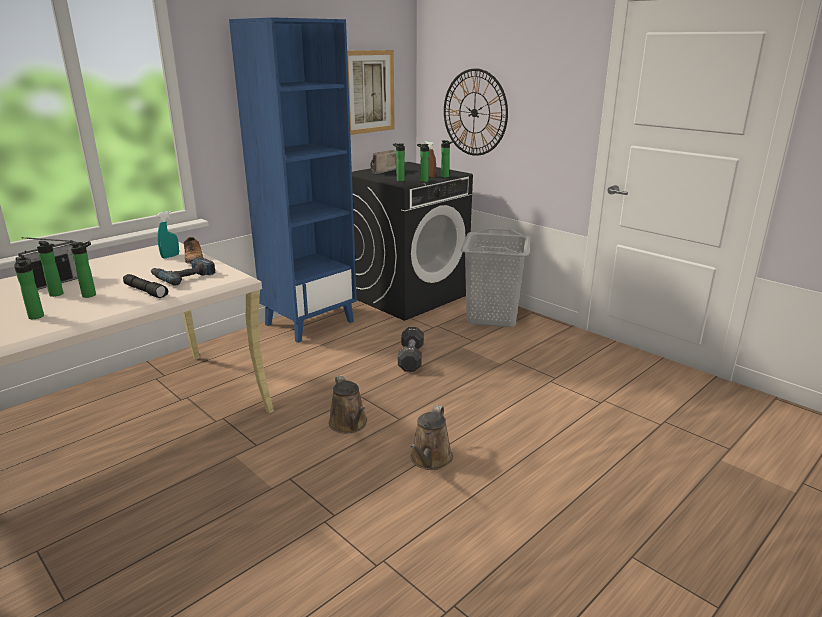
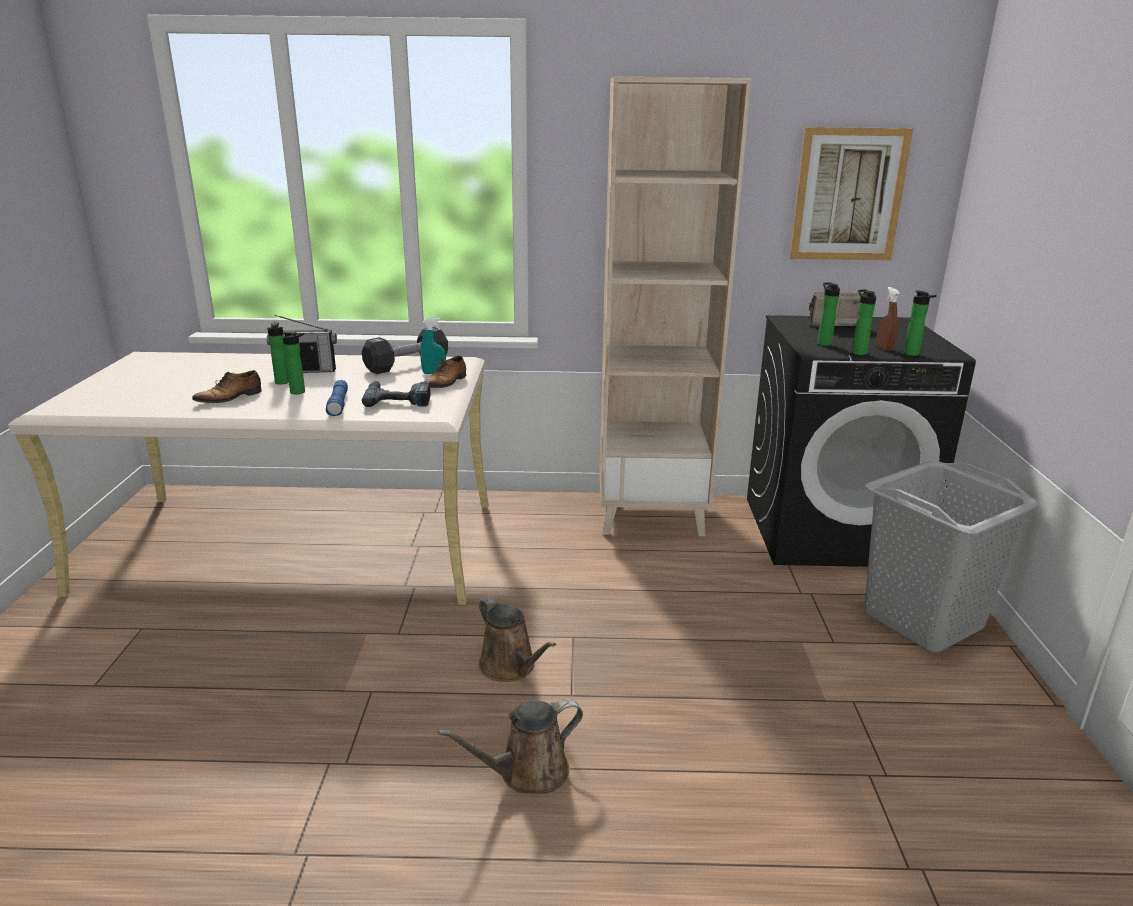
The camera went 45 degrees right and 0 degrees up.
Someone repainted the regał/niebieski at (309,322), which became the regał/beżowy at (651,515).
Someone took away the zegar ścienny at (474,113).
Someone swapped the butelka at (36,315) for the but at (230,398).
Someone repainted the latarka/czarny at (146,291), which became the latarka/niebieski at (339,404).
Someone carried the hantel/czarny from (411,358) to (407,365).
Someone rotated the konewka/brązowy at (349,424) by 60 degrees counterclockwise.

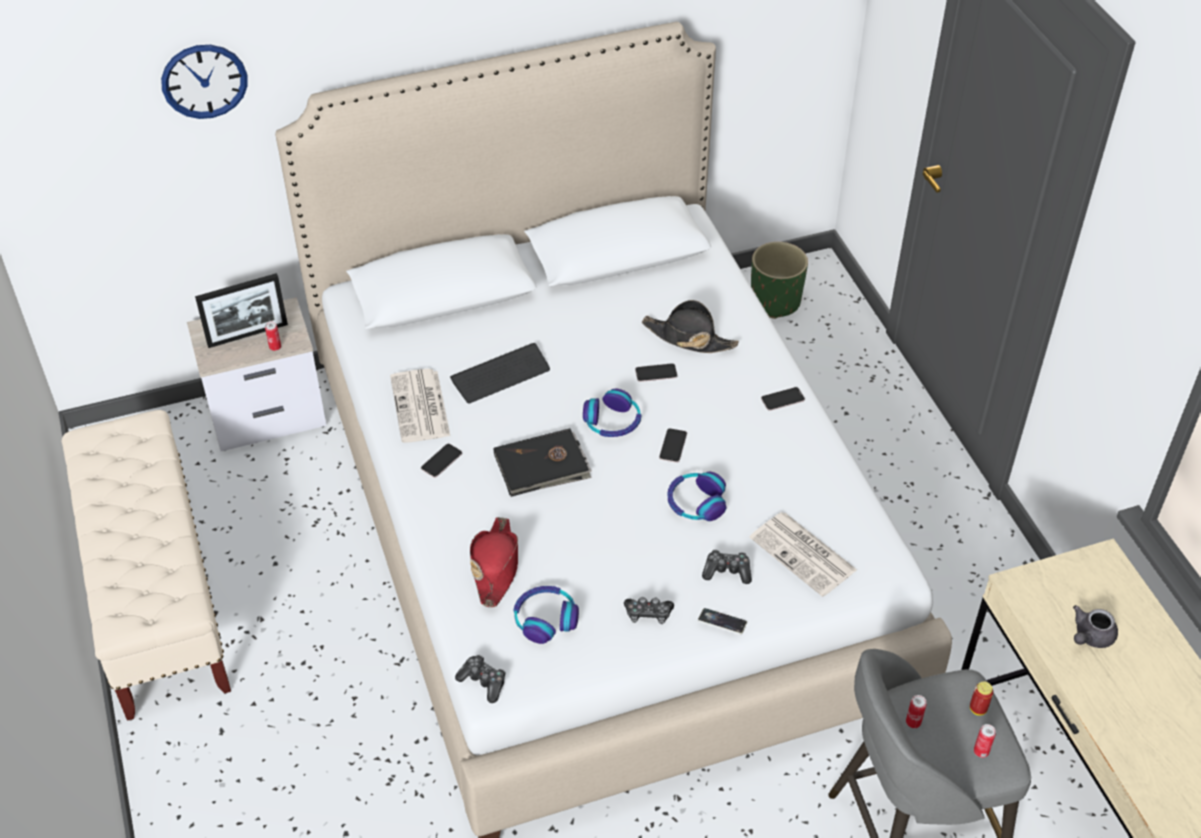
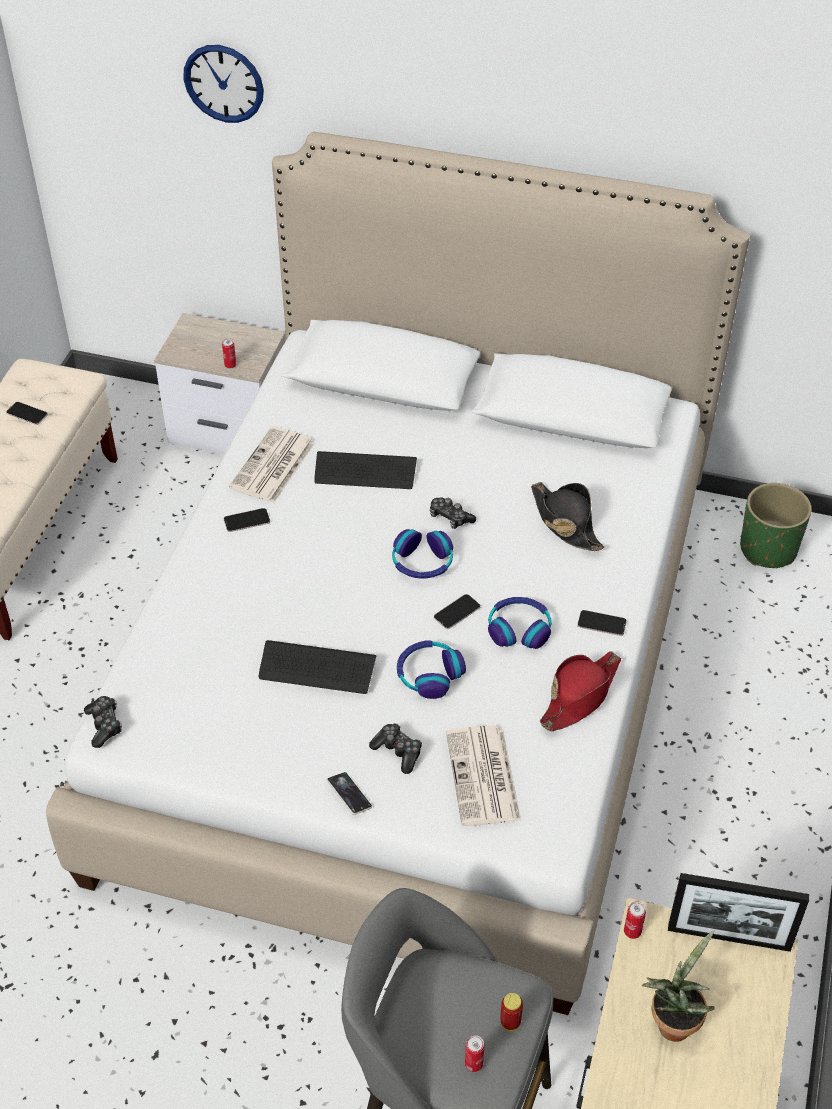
The camera went 35 degrees right and 0 degrees up.
Someone carried the ramka na zdjęcie from (247,335) to (729,938).
Someone carried the telefon from (656,373) to (27,414).
Someone took away the książka/czarny at (542,466).
Someone carried the kapelusz/czerwony from (495,566) to (580,696).
Someone carried the słuchawki from (545,619) to (519,629).
Someone carried the pad do gier from (648,614) to (450,517).
Someone swapped the imbryk/szary at (1090,636) for the roślina doniczkowa at (673,1021).
Someone carried the puszka from (913,722) to (632,931).
Someone put down the klawiatura at (317,669).

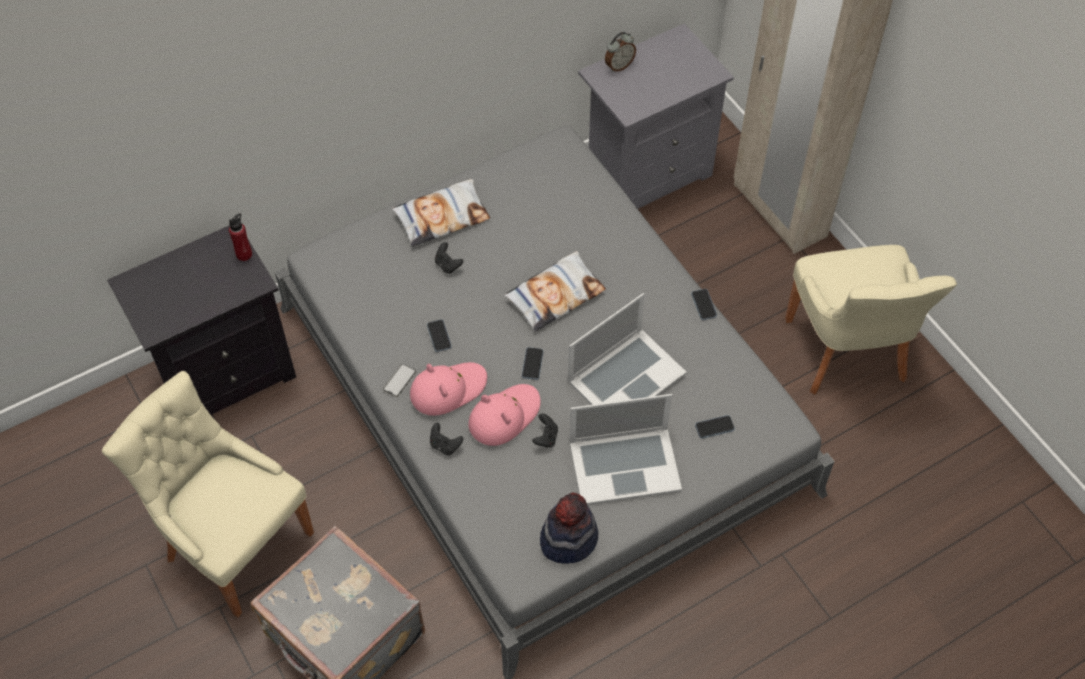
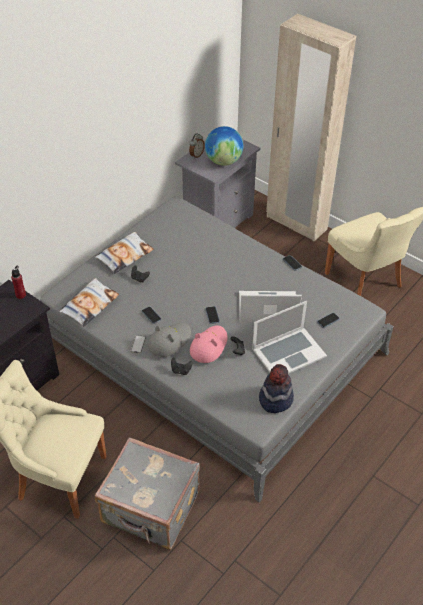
The camera went 20 degrees left and 10 degrees down.
Someone carried the poduszka from (555,295) to (90,305).
Someone rotated the laptop at (626,376) by 120 degrees counterclockwise.
Someone repainted the kapelusz/różowy at (448,389), which became the kapelusz/szary at (169,341).
Someone put down the globus at (223,161).

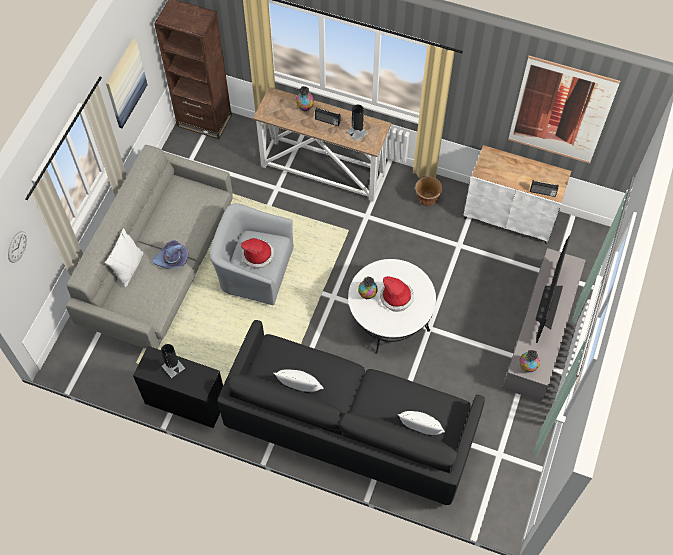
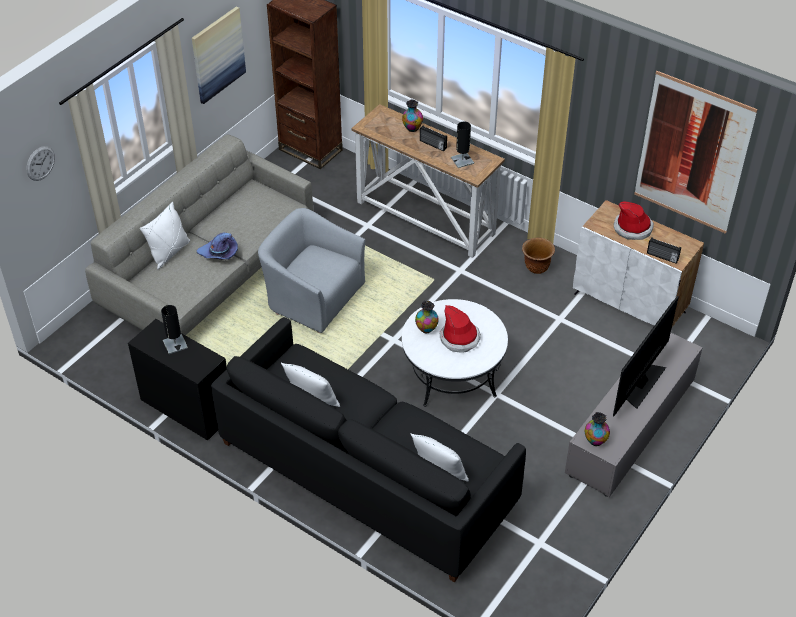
The camera went 15 degrees right and 15 degrees down.
Someone carried the kapelusz from (258,255) to (633,228).

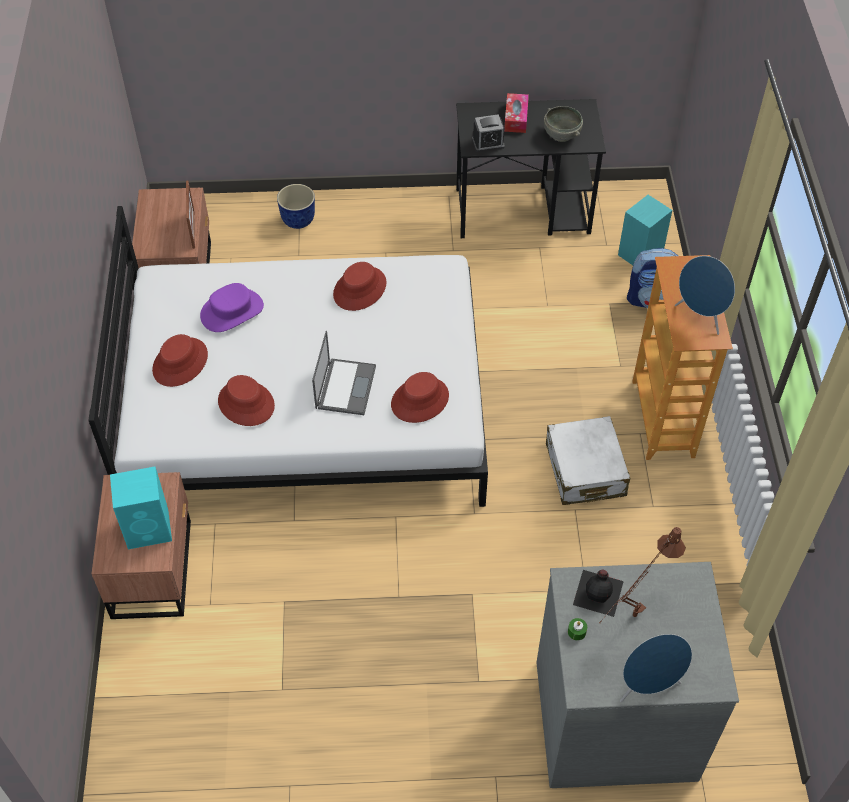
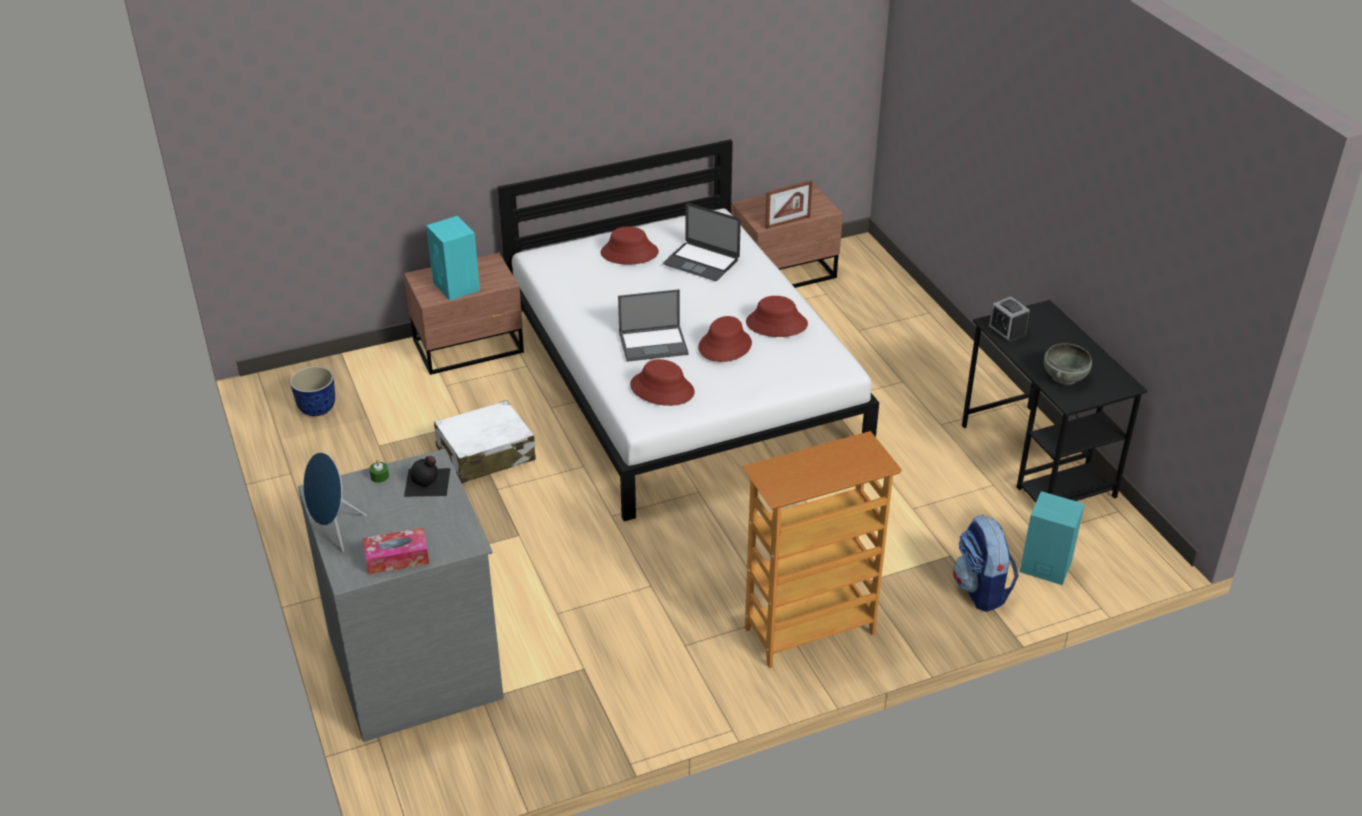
The camera went 70 degrees right and 15 degrees down.
Someone carried the pudełko chusteczek from (516,118) to (397,558).
Someone carried the donica from (299,220) to (317,409).
Someone took away the głośnik/niebieski at (700,317).
Someone swapped the kapelusz/fioletowy at (232,311) for the laptop at (701,262).
Someone carried the kapelusz/czerwony from (246,403) to (724,346).
Someone carried the walizka/biały from (585,470) to (485,454).
Someone took away the lampa stołowa/brązowy at (629,620).

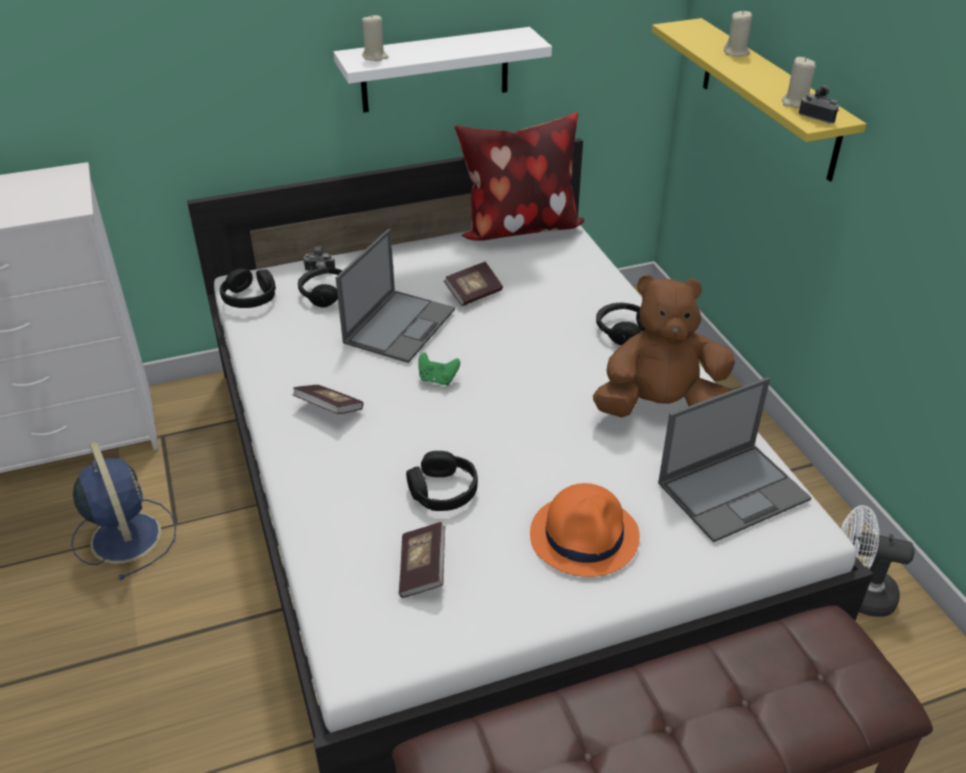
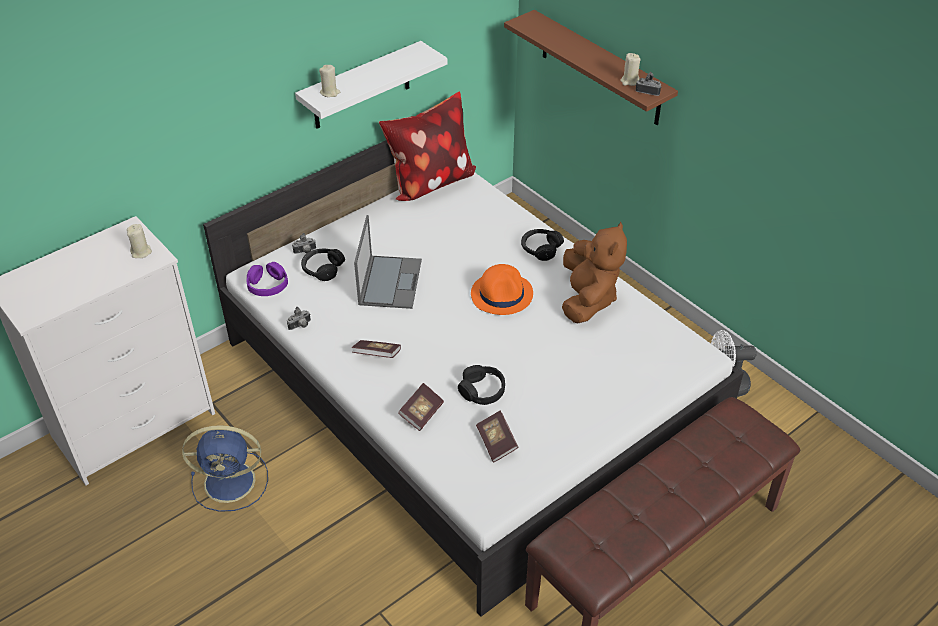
The camera went 20 degrees left and 5 degrees up.
Someone carried the świeca/beżowy from (736,52) to (141,252).
Someone repainted the półka/żółty at (768,98), which became the półka/brązowy at (600,68).
Someone carried the książka from (473,294) to (421,413).
Someone repainted the słuchawki/czarny at (250,297), which became the słuchawki/fioletowy at (267,285).
Someone rotated the pluszak/brązowy at (660,407) by 120 degrees clockwise.
Someone took away the pad do gier/zielony at (437,379).
Someone took away the laptop at (734,490).
Someone rotated the wentylator/niebieski at (125,535) by 135 degrees clockwise.
Someone carried the kapelusz/pomarańczowy from (585,536) to (502,294).
Someone put down the aparat fotograficzny at (300,326).

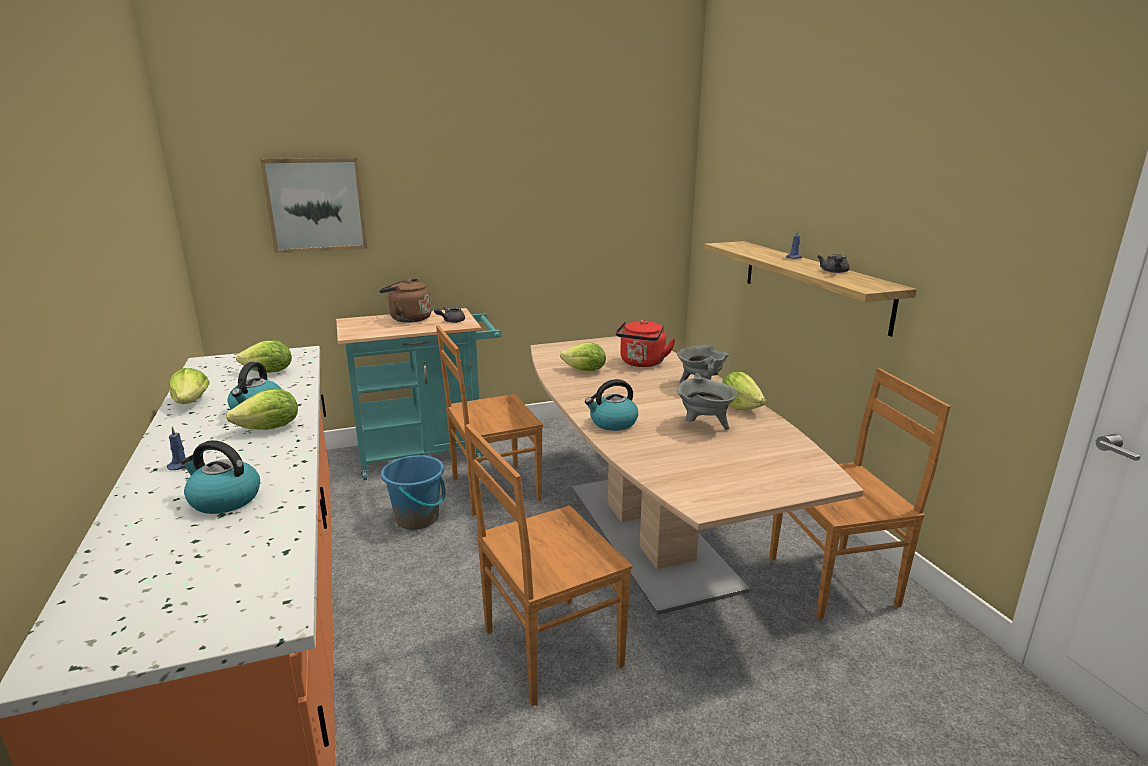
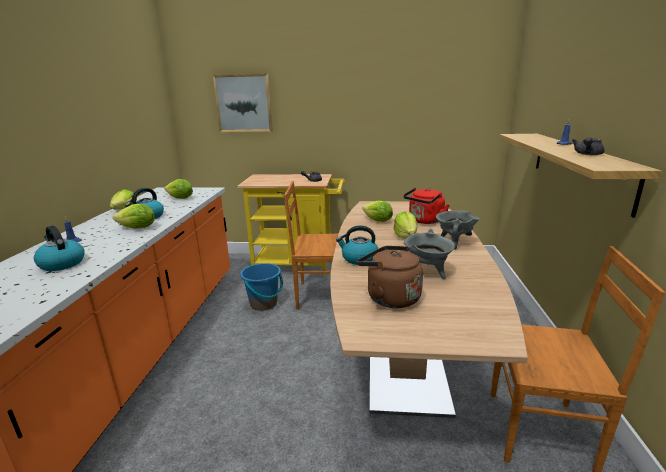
The camera went 25 degrees right and 0 degrees up.
Someone carried the czajnik/brązowy from (408,319) to (390,297).
Someone repainted the wózek/turkusowy at (428,454), which became the wózek/żółty at (298,265).
Someone carried the sałata from (740,406) to (406,236).
Someone took away the krzesło/brązowy at (548,649).

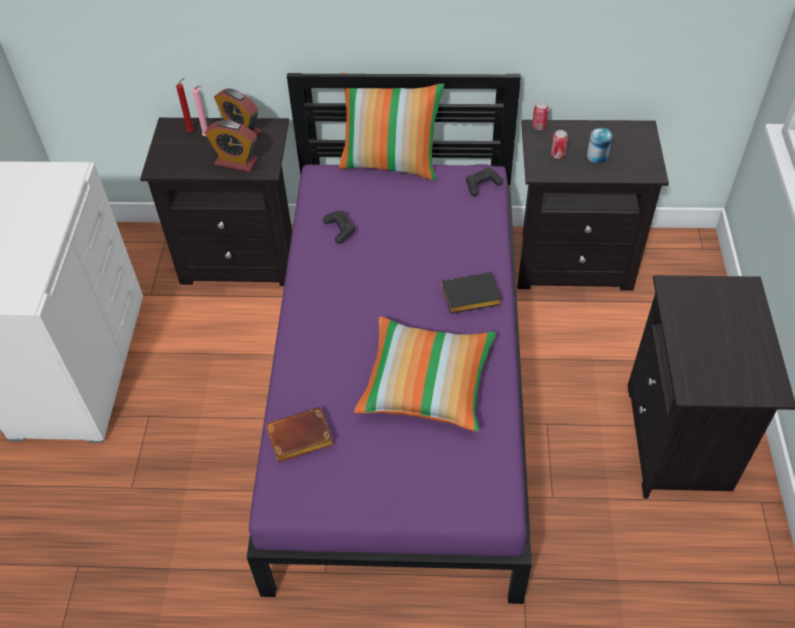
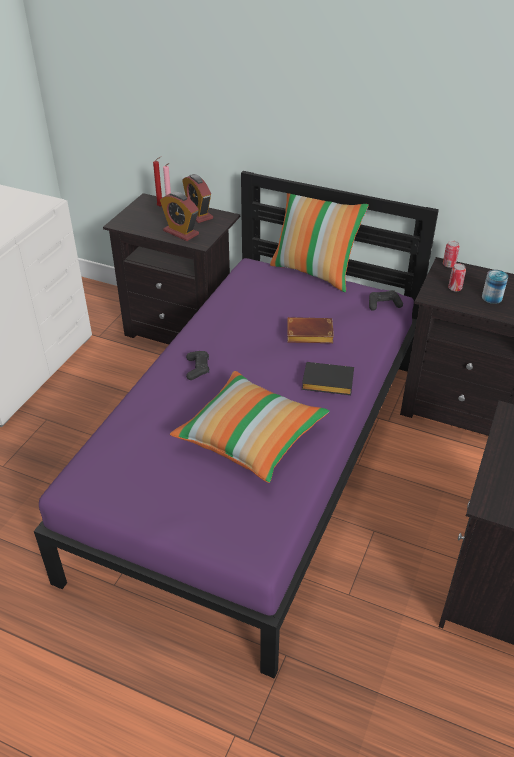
The camera went 20 degrees right and 10 degrees down.
Someone carried the pad do gier/czarny from (340,230) to (197,369).
Someone carried the książka/brązowy from (298,440) to (308,335).

